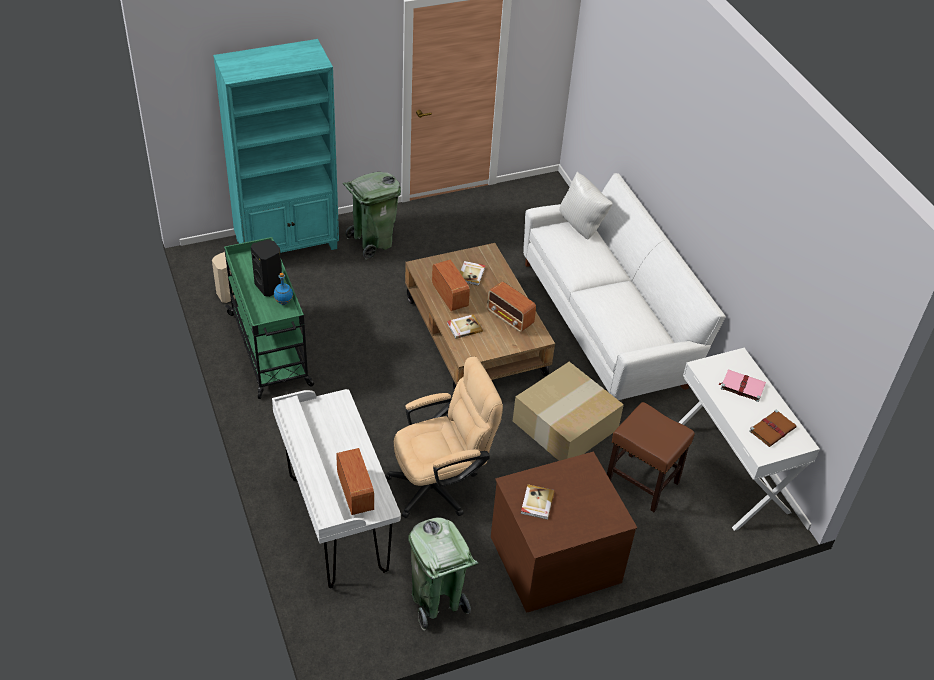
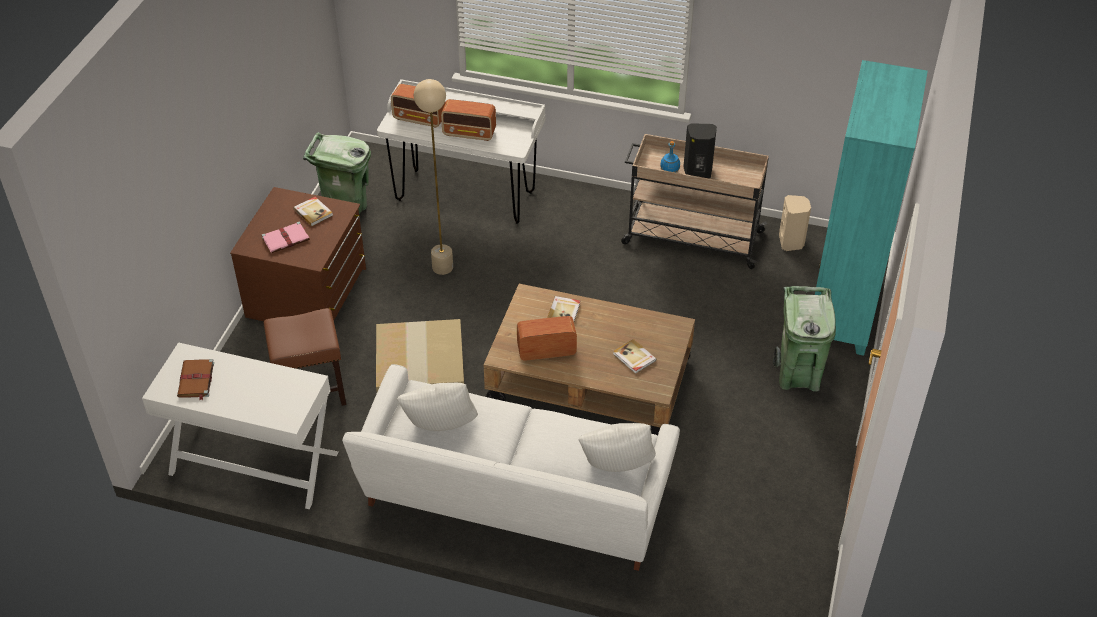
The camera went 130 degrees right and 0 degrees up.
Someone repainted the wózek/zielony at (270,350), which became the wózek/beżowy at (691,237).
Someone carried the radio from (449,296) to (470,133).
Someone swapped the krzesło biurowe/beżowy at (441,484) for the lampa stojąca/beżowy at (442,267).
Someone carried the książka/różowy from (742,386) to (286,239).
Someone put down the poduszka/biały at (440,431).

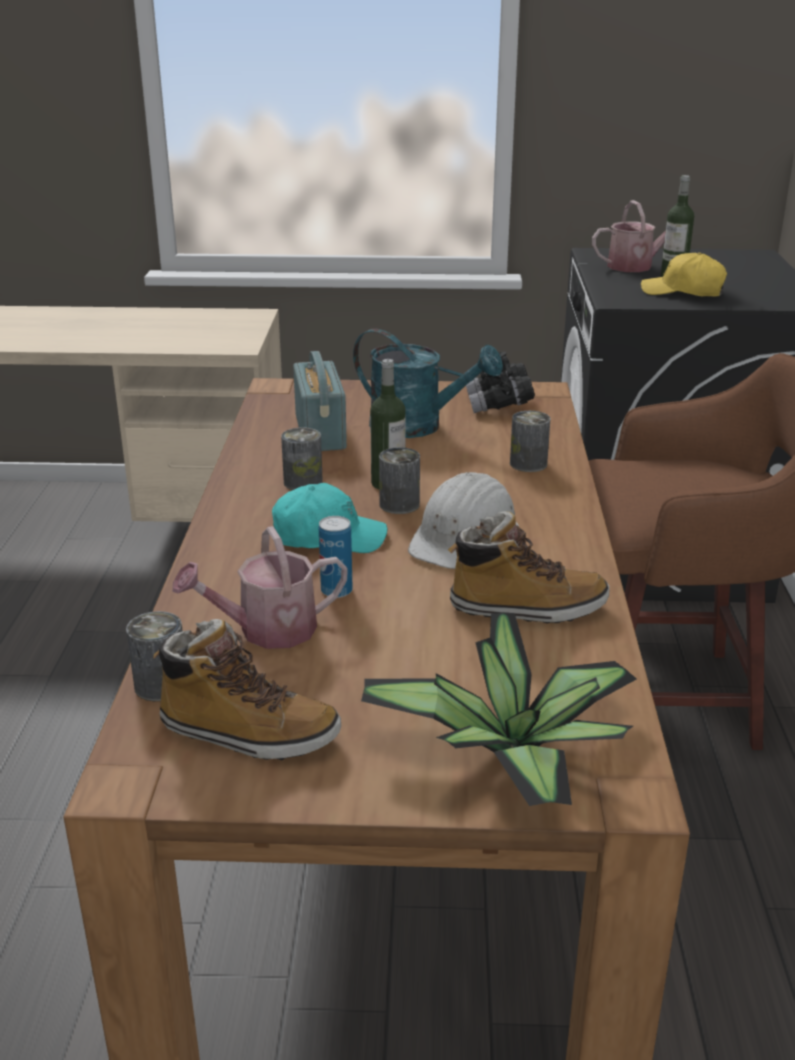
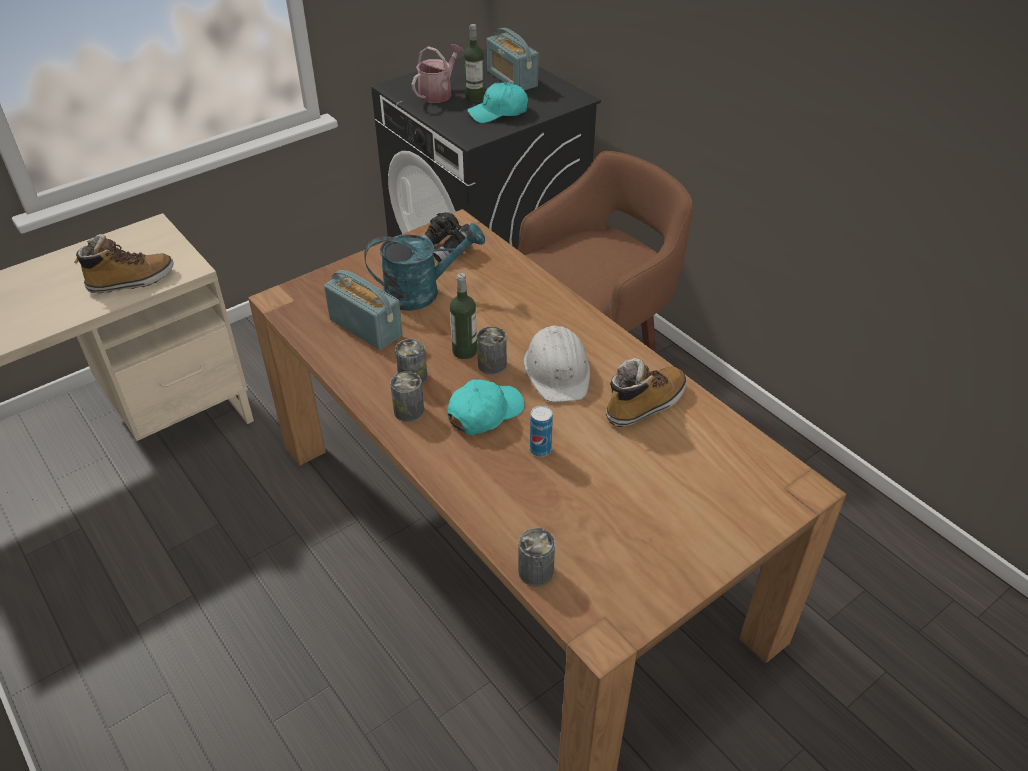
The camera went 40 degrees left and 15 degrees up.
Someone repainted the czapka z daszkiem/żółty at (683,292), which became the czapka z daszkiem/turkusowy at (498,112).
Someone carried the puszka from (528,464) to (409,411).
Someone took away the konewka at (267,630).
Someone took away the roślina doniczkowa at (514,754).
Someone carried the but z cholewką from (248,734) to (131,281).
Someone put down the radio at (512,79).

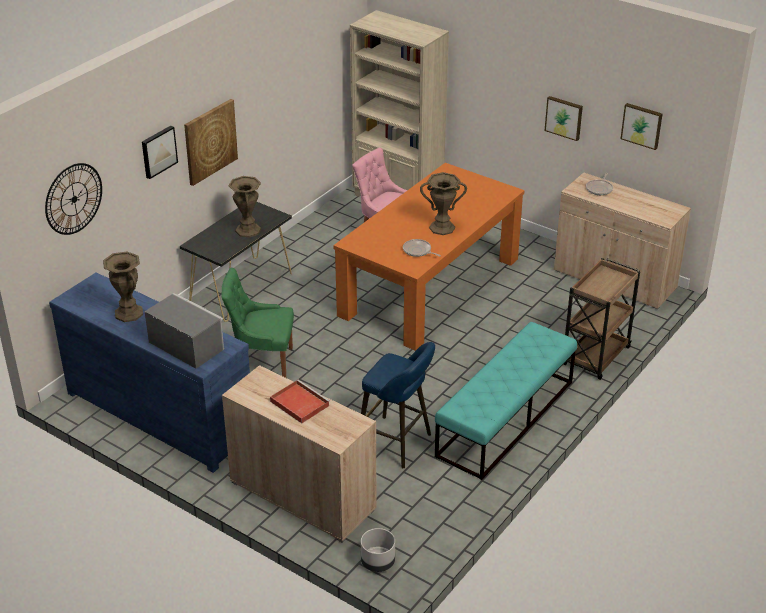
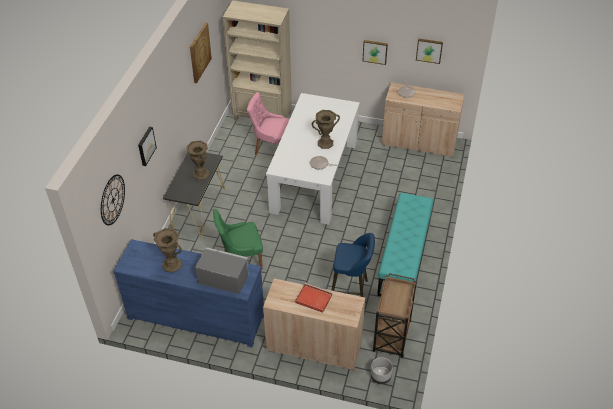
The camera went 20 degrees left and 10 degrees up.
Someone carried the obraz from (210,141) to (199,52).
Someone repainted the stół jadalny/pomarańczowy at (430,287), which became the stół jadalny/biały at (314,176).
Someone carried the wózek/brązowy from (595,357) to (392,337).

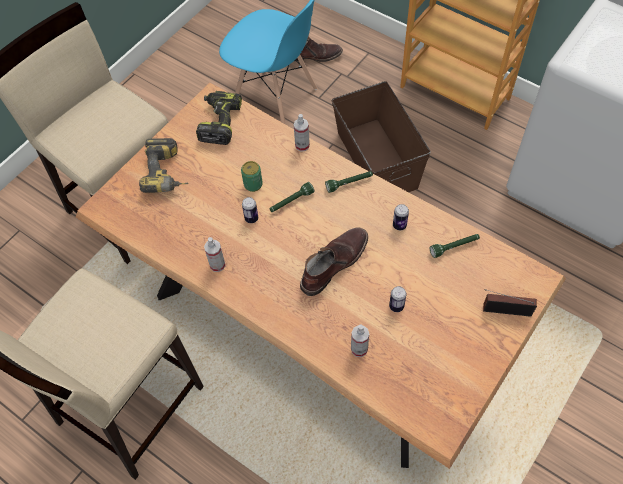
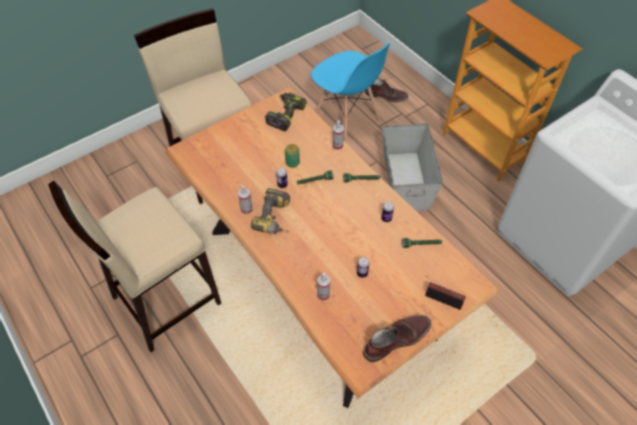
The camera went 15 degrees right and 5 degrees down.
Someone repainted the pojemnik do przechowywania/brązowy at (377,159), which became the pojemnik do przechowywania/szary at (406,180).
Someone carried the wiertarka from (168,173) to (276,219).
Someone carried the but z cholewką/brązowy from (333,263) to (396,339).

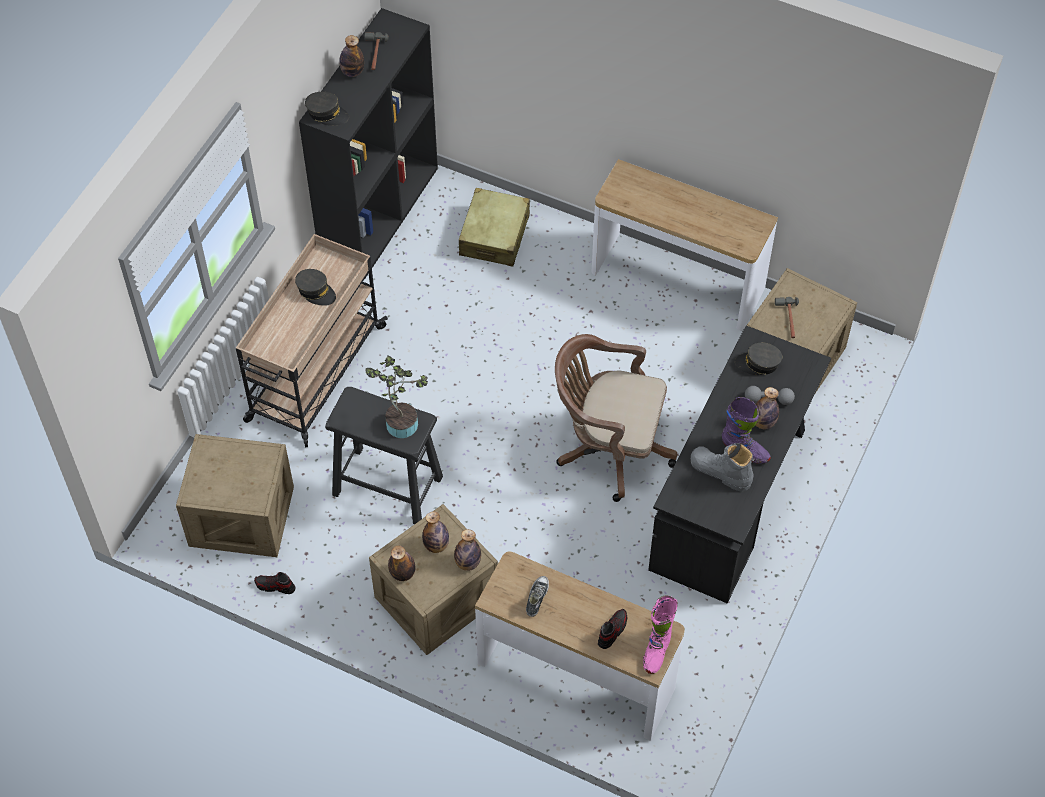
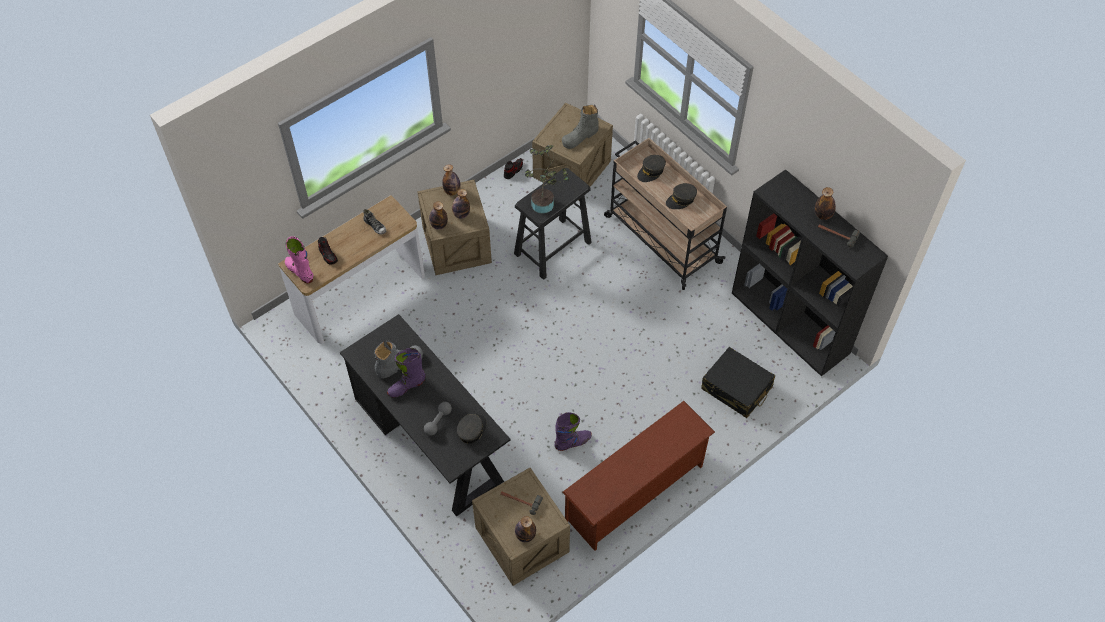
The camera went 115 degrees right and 0 degrees up.
Someone carried the czapka z daszkiem/szary from (327,114) to (651,172).
Someone swapped the stolik konsolowy at (677,281) for the regał na buty/brązowy at (635,494).
Someone repainted the walizka/beżowy at (494,235), which became the walizka/czarny at (736,388).
Someone took away the krzesło biurowe/brązowy at (609,448).
Someone carried the butelka from (763,422) to (525,535).
Someone put down the but z cholewką/szary at (580,136).
Someone put down the but z cholewką/fioletowy at (573,442).

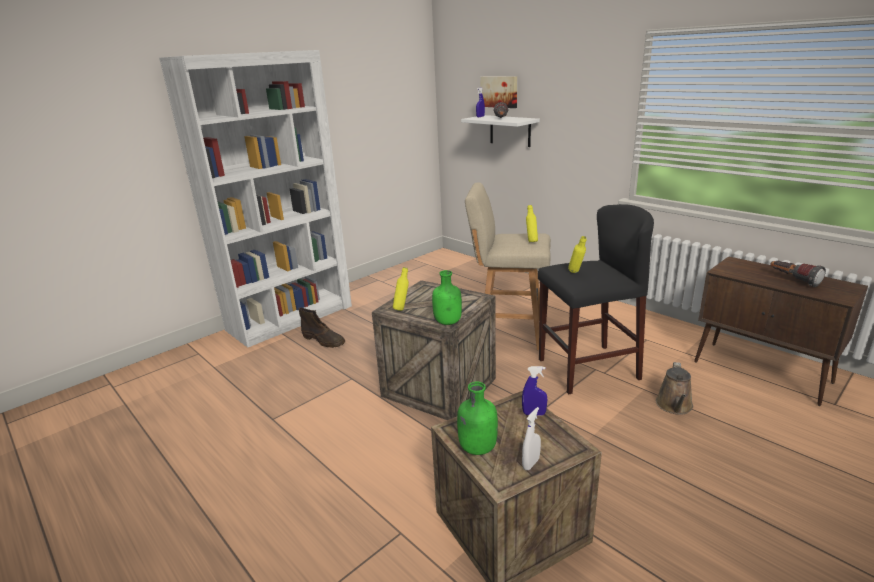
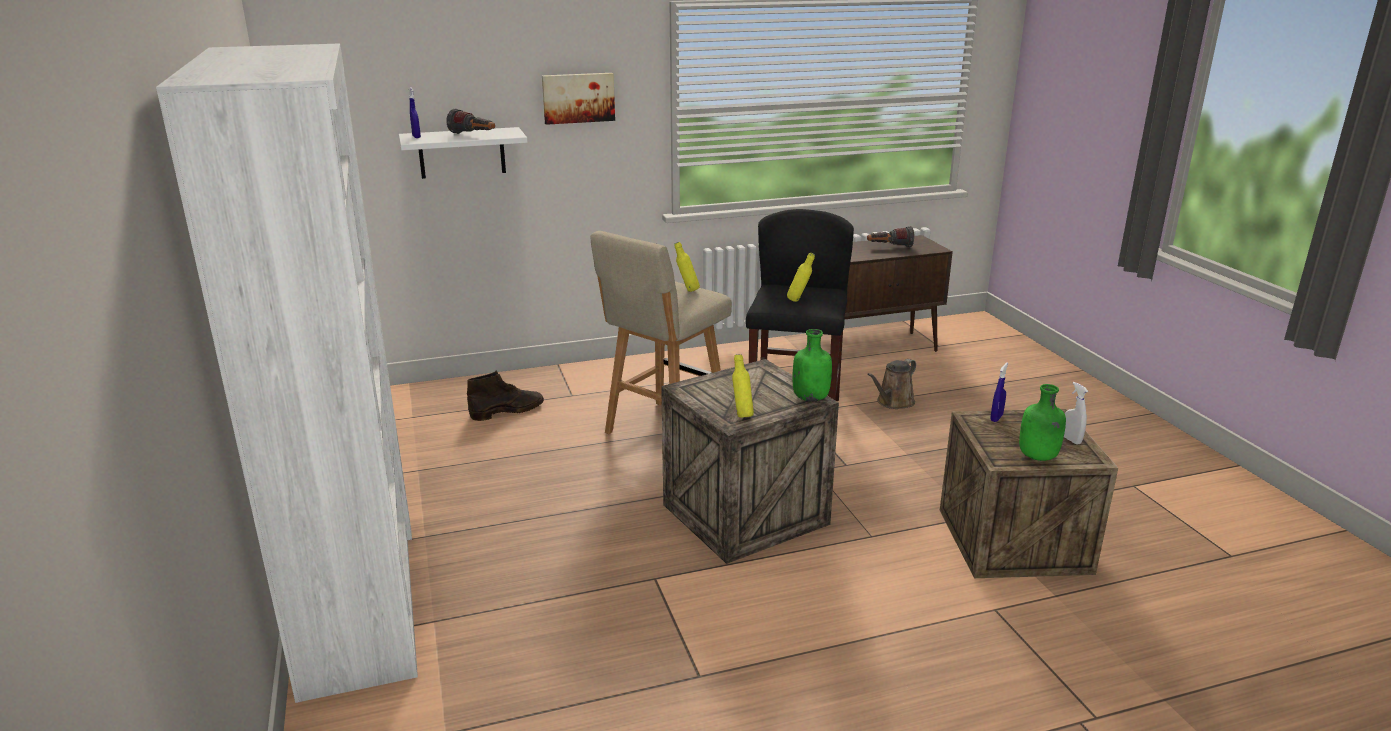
The camera went 65 degrees left and 0 degrees up.
Someone carried the obraz from (499,91) to (578,98).
Someone carried the but z cholewką/brązowy from (324,340) to (508,410).
Someone rotated the konewka/brązowy at (674,406) by 90 degrees clockwise.

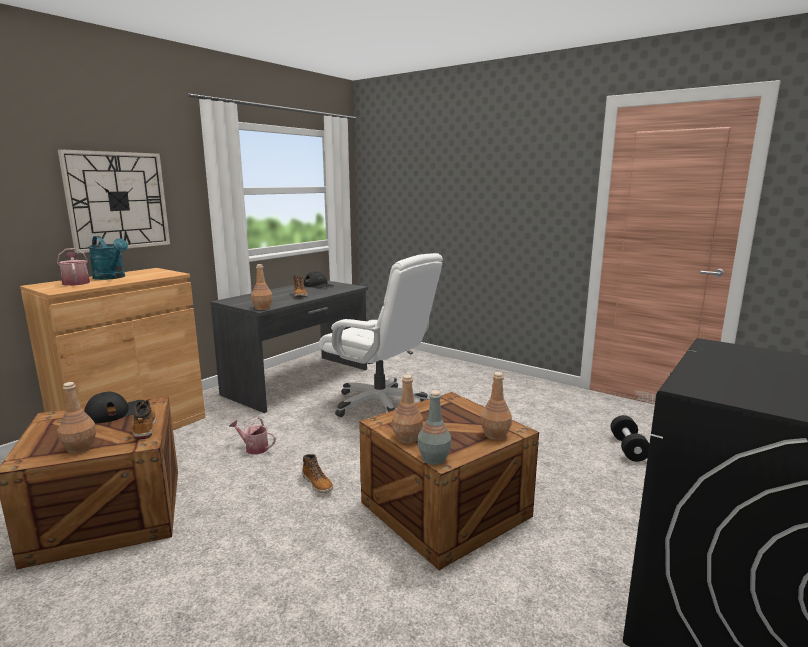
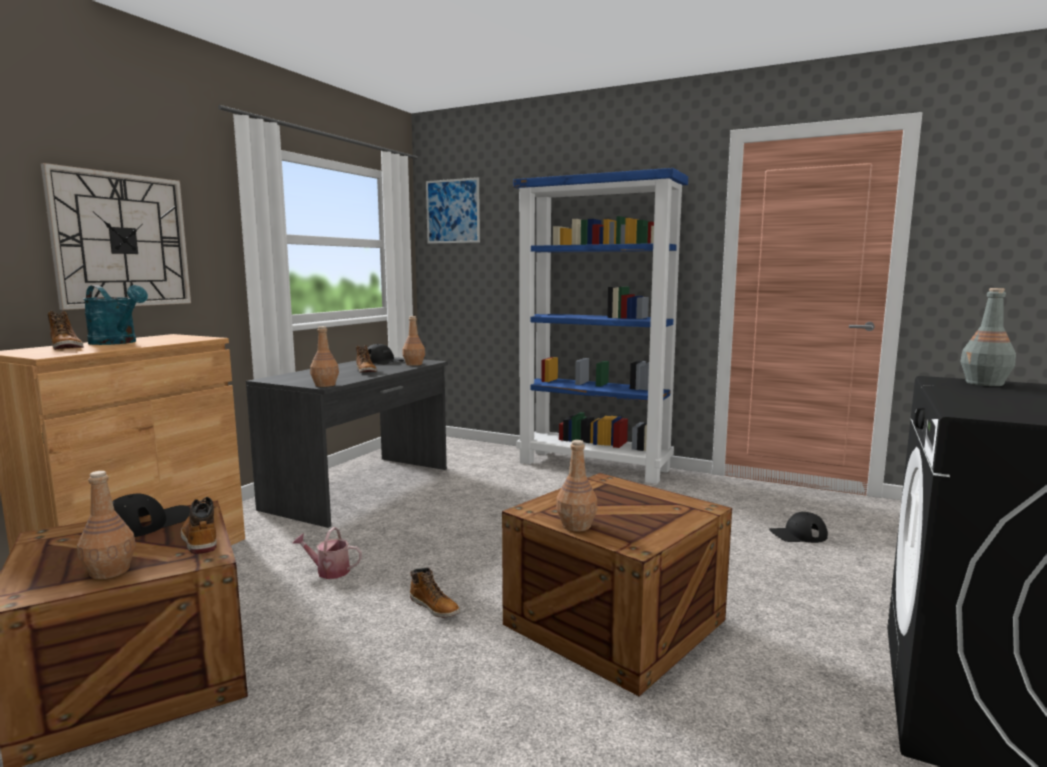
The camera went 10 degrees left and 5 degrees down.
Someone swapped the konewka at (76,282) for the but z cholewką at (66,348).
Someone took away the krzesło biurowe/biały at (381,404).
Someone carried the butelka/brązowy from (494,435) to (413,364).
Someone carried the butelka/szary from (434,459) to (985,383).
Someone swapped the hantel/czarny at (628,448) for the czapka z daszkiem/czarny at (798,535).
Someone put down the regał/niebieski at (595,466).
Someone put up the obraz at (453,211).

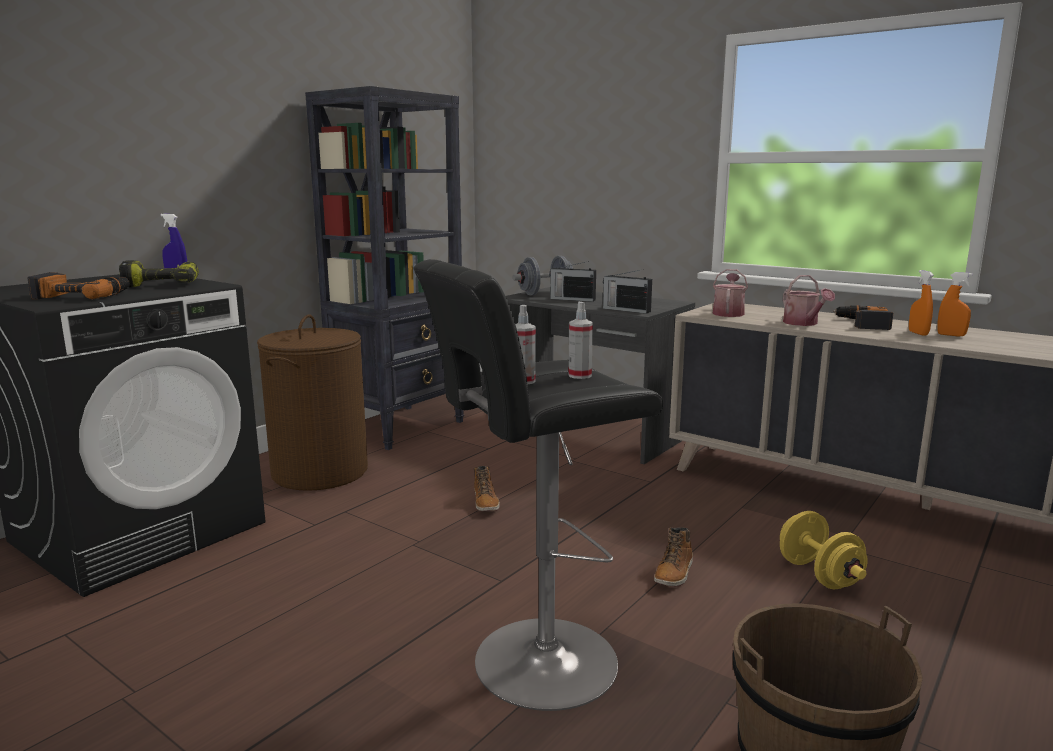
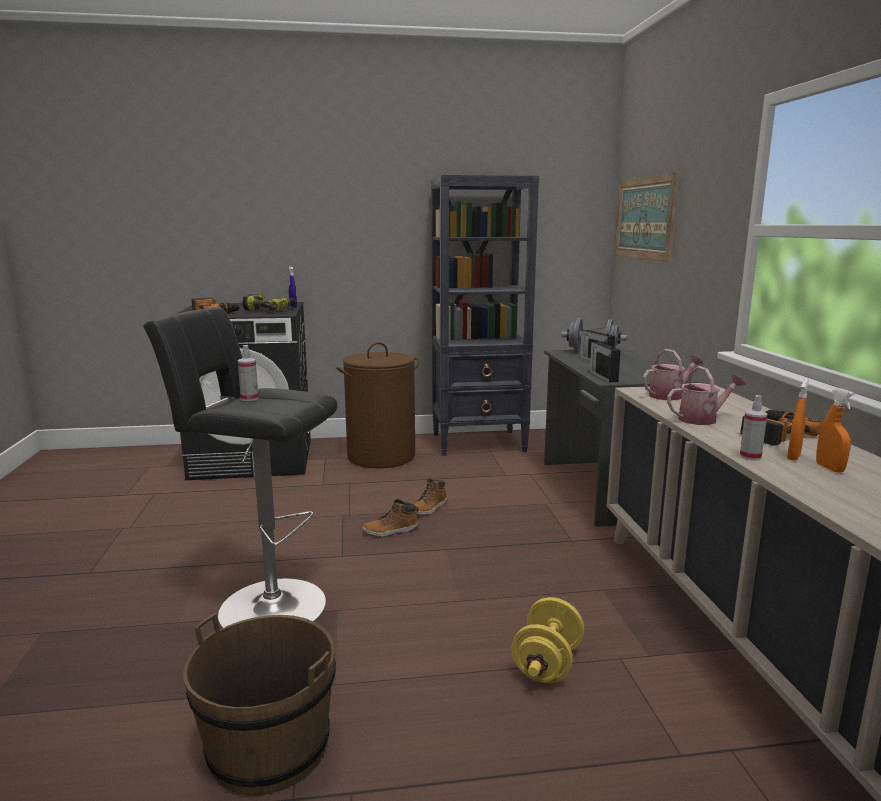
The camera went 45 degrees right and 0 degrees up.
Someone rotated the konewka at (803,323) by 135 degrees counterclockwise.
Someone carried the spryskiwacz from (579,375) to (750,457).
Someone carried the but z cholewką from (674,573) to (391,531).
Someone put up the obraz at (644,218).

